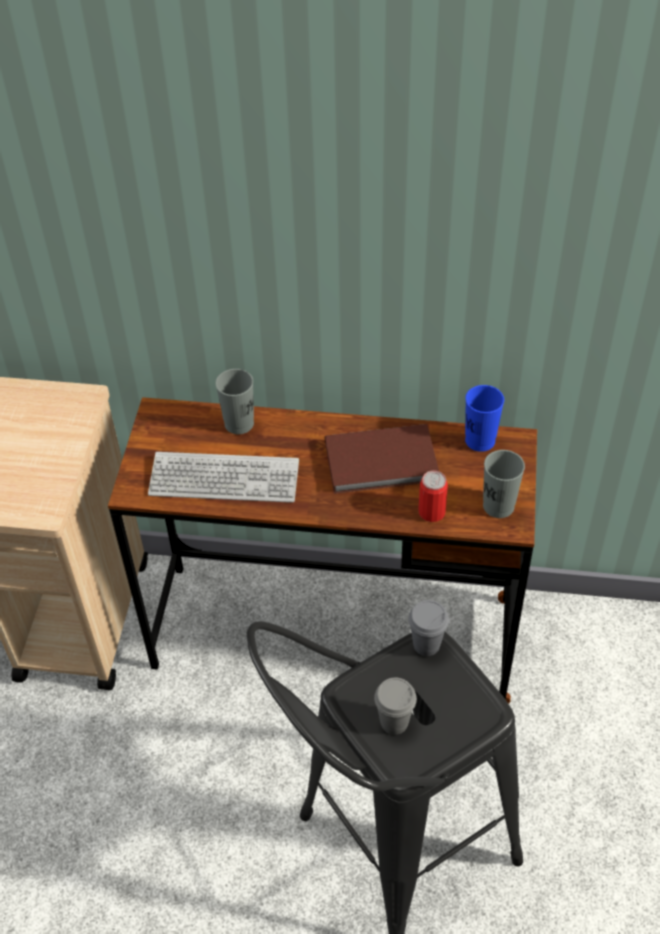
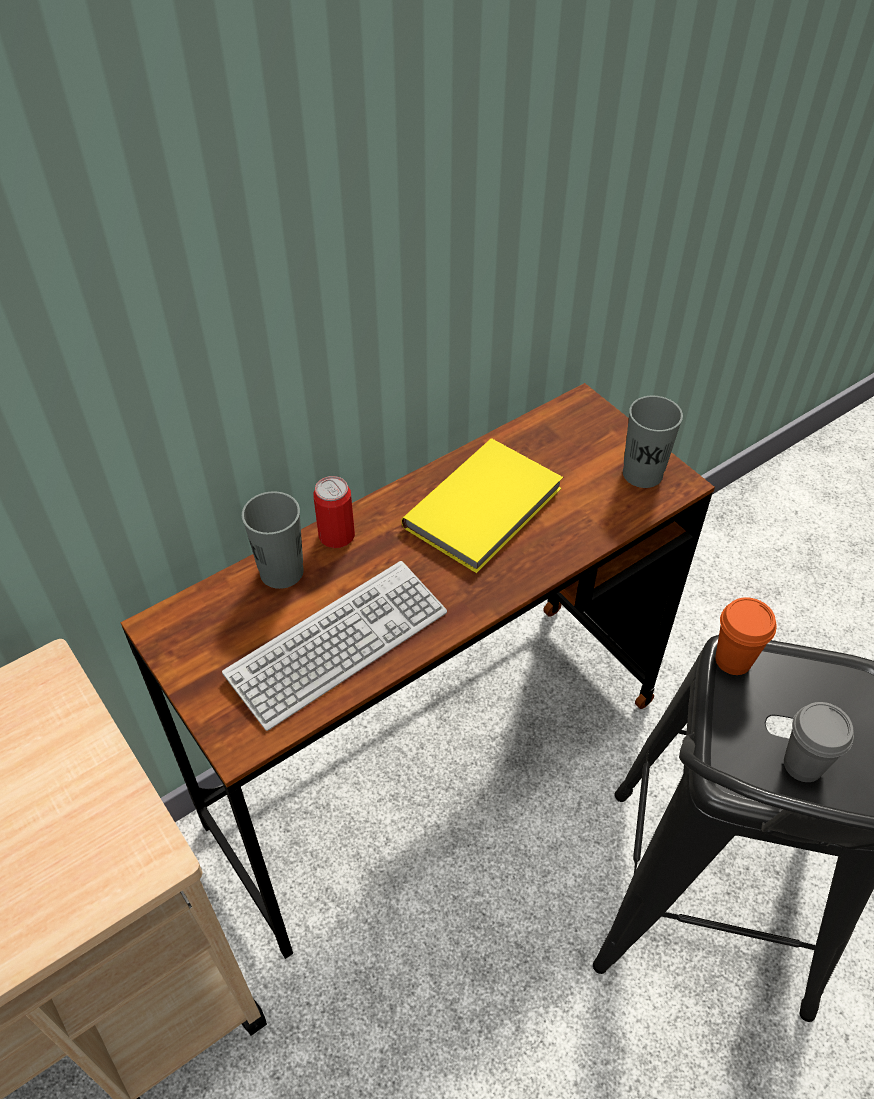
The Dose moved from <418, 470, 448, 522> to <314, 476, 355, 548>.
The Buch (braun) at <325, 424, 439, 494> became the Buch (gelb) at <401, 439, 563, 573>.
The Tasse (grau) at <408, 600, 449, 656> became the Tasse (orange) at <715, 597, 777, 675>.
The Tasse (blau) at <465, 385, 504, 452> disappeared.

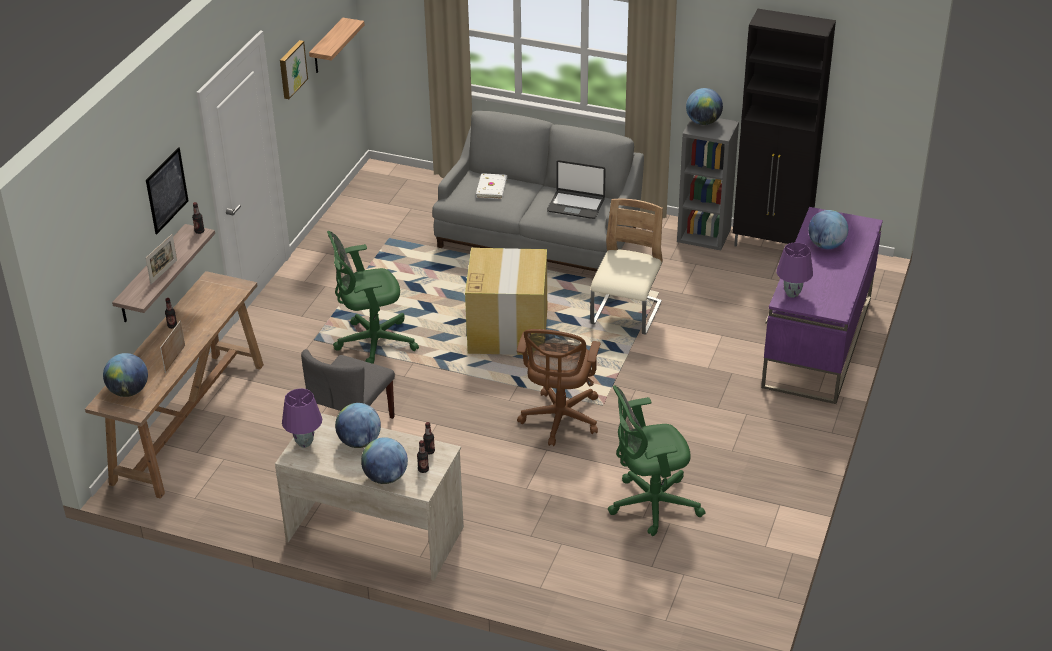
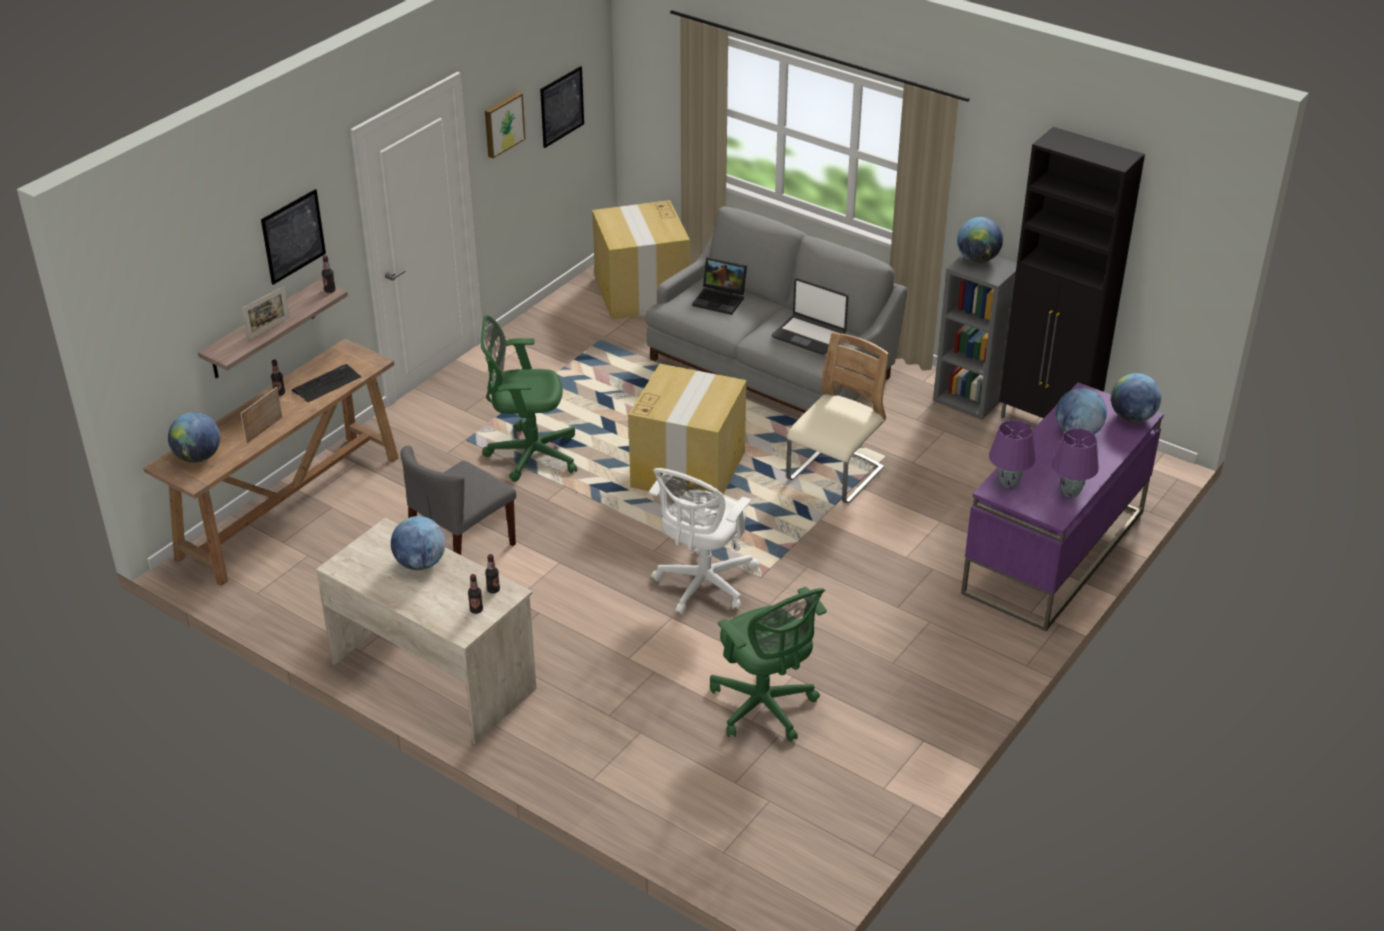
The Tastatur at <292, 364, 361, 402> appeared.
The Wandregal at <309, 18, 365, 73> was replaced by the Bild at <540, 66, 584, 148>.
The Karton at <592, 200, 690, 320> appeared.
The Bürostuhl (braun) at <517, 329, 601, 446> became the Bürostuhl (weiß) at <649, 468, 759, 615>.
The Buch (weiß) at <476, 173, 507, 199> was replaced by the Laptop at <692, 257, 747, 315>.
The Bürostuhl (grün) at <608, 385, 706, 536> turned 120 degrees counterclockwise.
The Tischlampe (lila) moved from <282, 389, 322, 448> to <1052, 428, 1099, 498>.
The Globus moved from <361, 437, 408, 484> to <1111, 373, 1161, 422>.

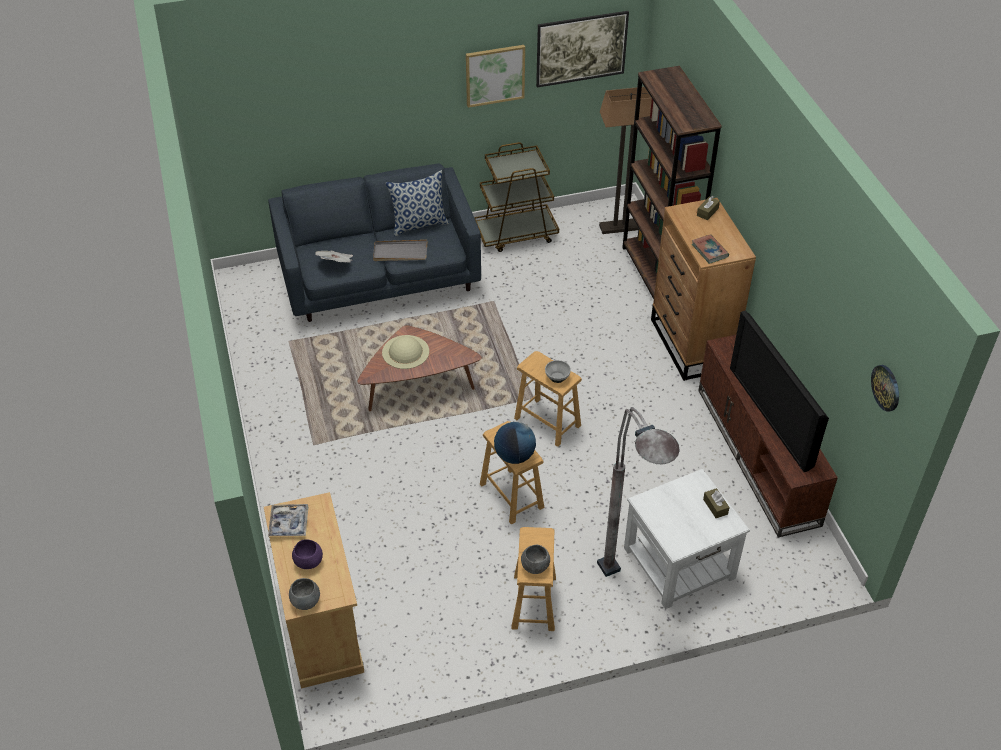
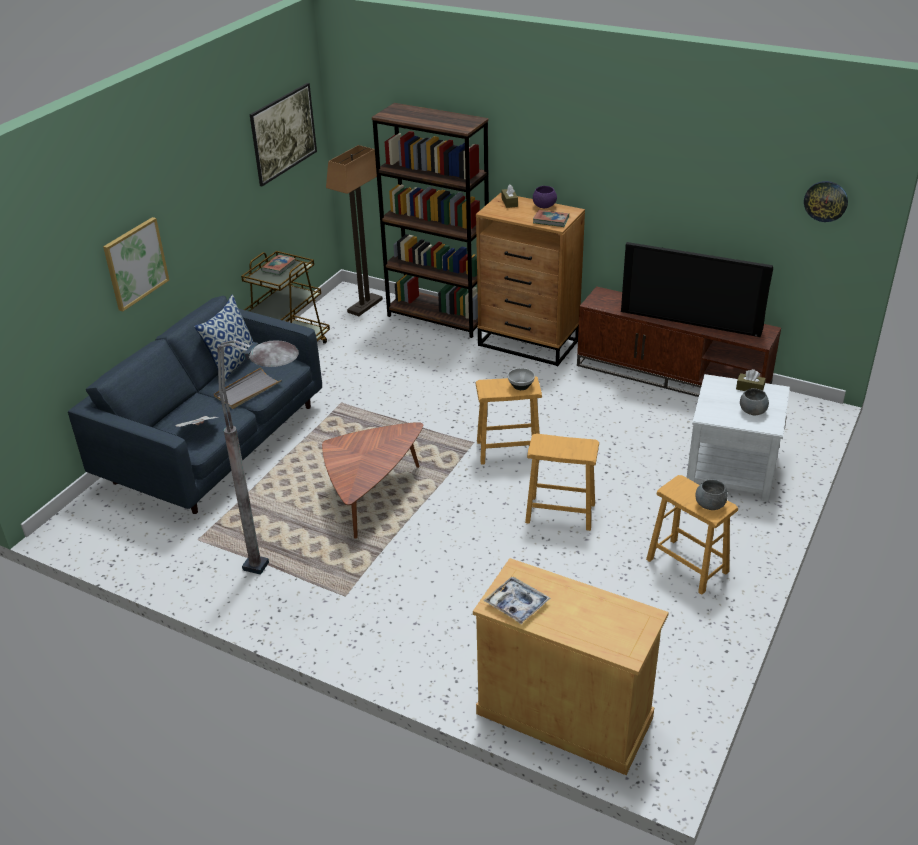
The Bild moved from <466, 45, 525, 108> to <103, 217, 169, 311>.
The Stehlampe (grau) moved from <597, 407, 680, 577> to <217, 340, 299, 575>.
The Buch at <261, 255, 296, 275> appeared.
The Schüssel (lila) moved from <292, 539, 323, 569> to <533, 186, 557, 208>.
The Schüssel (grau) moved from <289, 578, 320, 610> to <740, 388, 769, 415>.
The Hut (beige) at <382, 335, 429, 369> disappeared.
The Globus at <494, 422, 536, 464> disappeared.

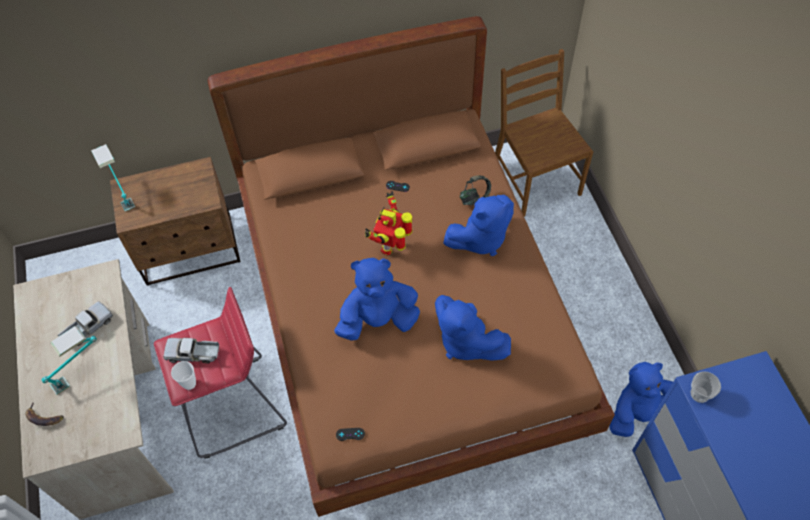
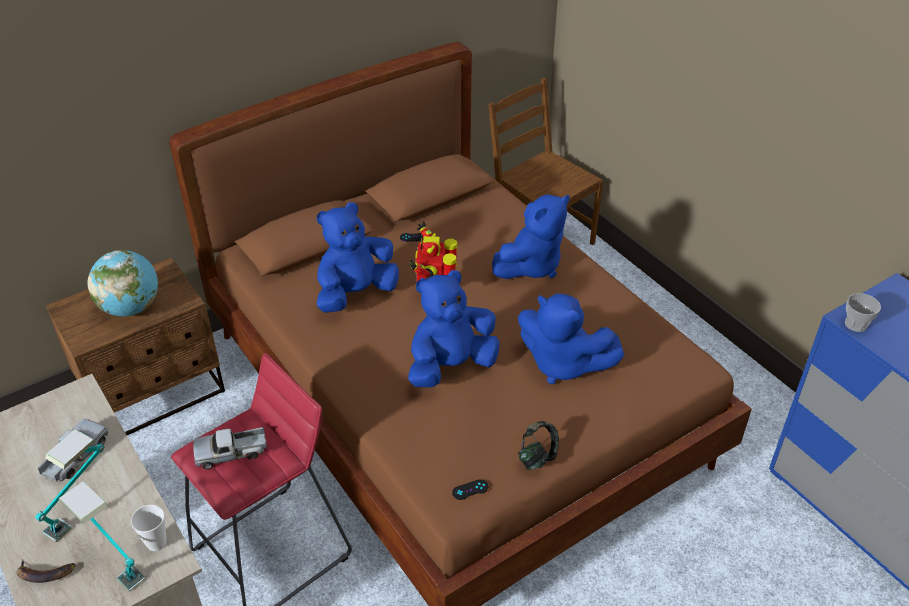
The Tischlampe moved from <91, 144, 135, 211> to <59, 481, 146, 591>.
The Globus at <88, 250, 158, 317> appeared.
The Tasse moved from <171, 361, 196, 390> to <131, 505, 167, 551>.
The Plüschtier (blau) moved from <609, 362, 673, 437> to <317, 202, 399, 313>.
The Kopfhörer moved from <460, 175, 491, 205> to <518, 421, 559, 470>.

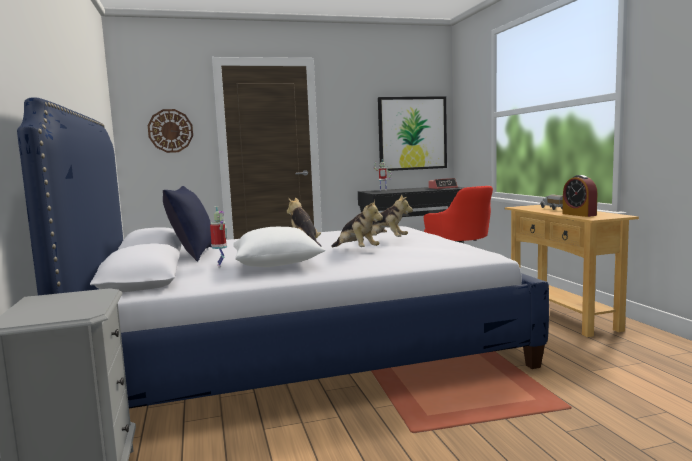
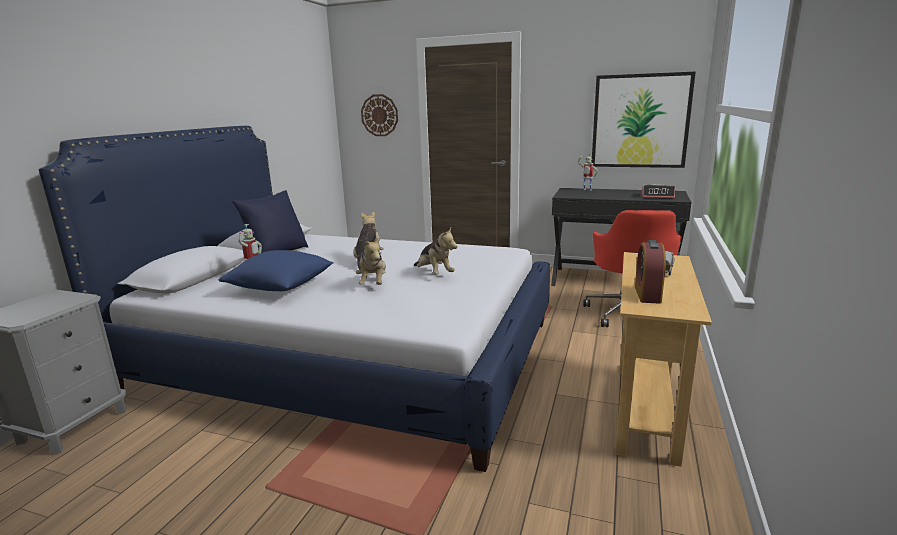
The Kissen (weiß) at <233, 227, 325, 267> became the Kissen (blau) at <219, 250, 334, 291>.

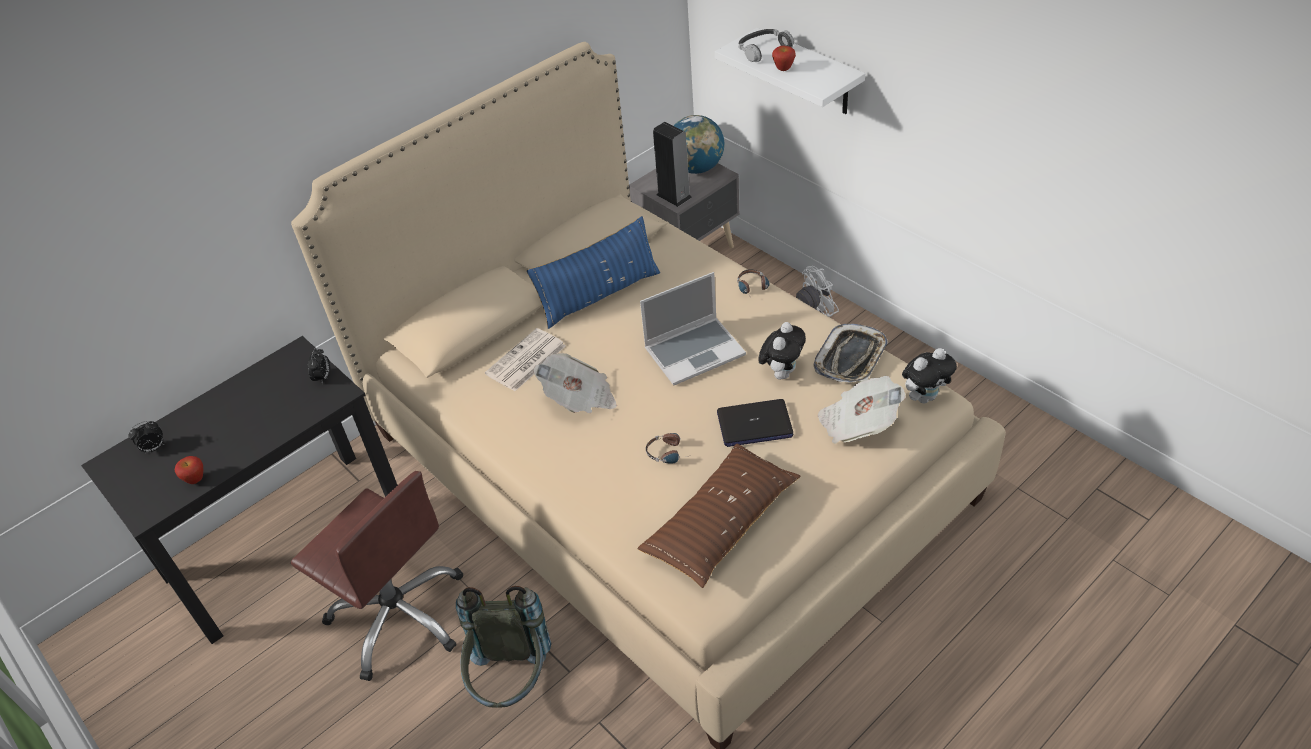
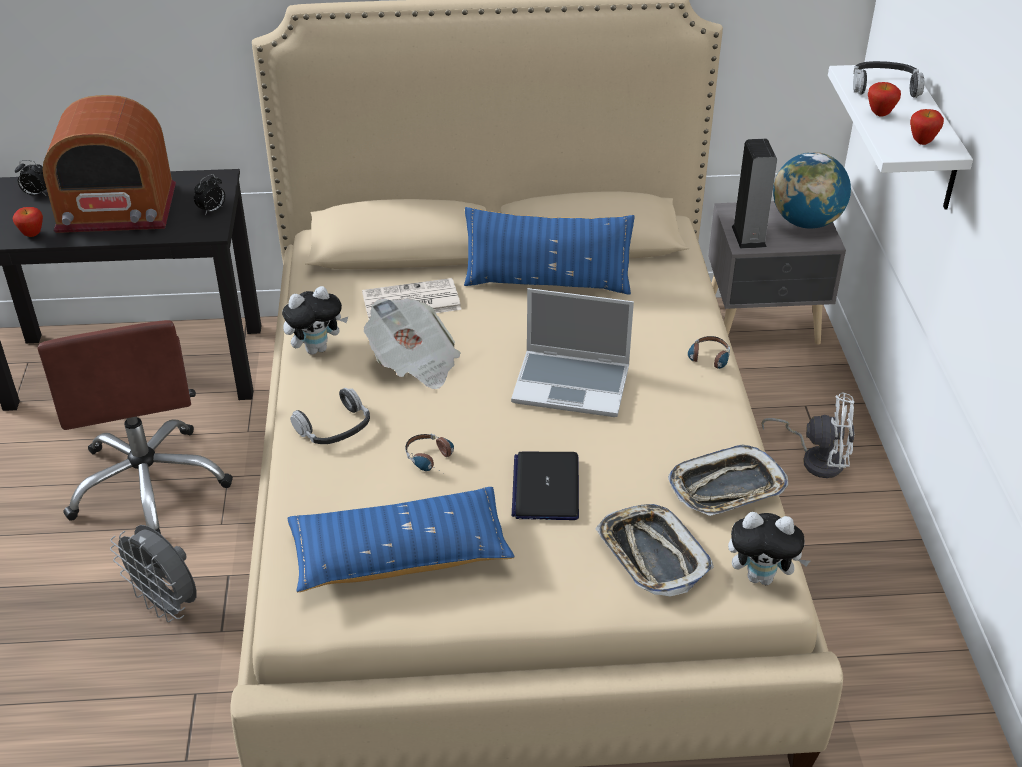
The Radio at <43, 95, 176, 233> appeared.
The Rucksack (grau) at <456, 586, 551, 708> was replaced by the Ventilator (grau) at <110, 525, 197, 622>.
The Plüschtier moved from <758, 322, 806, 380> to <282, 286, 348, 354>.
The Kissen (braun) at <637, 443, 801, 588> became the Kissen (blau) at <287, 487, 515, 592>.
The Kopfhörer at <290, 388, 370, 444> appeared.
The Laptop at <717, 399, 793, 447> turned 60 degrees clockwise.
The Zeitung at <817, 376, 906, 444> was replaced by the Tablett at <595, 504, 714, 596>.
The Apfel at <910, 109, 944, 145> appeared.

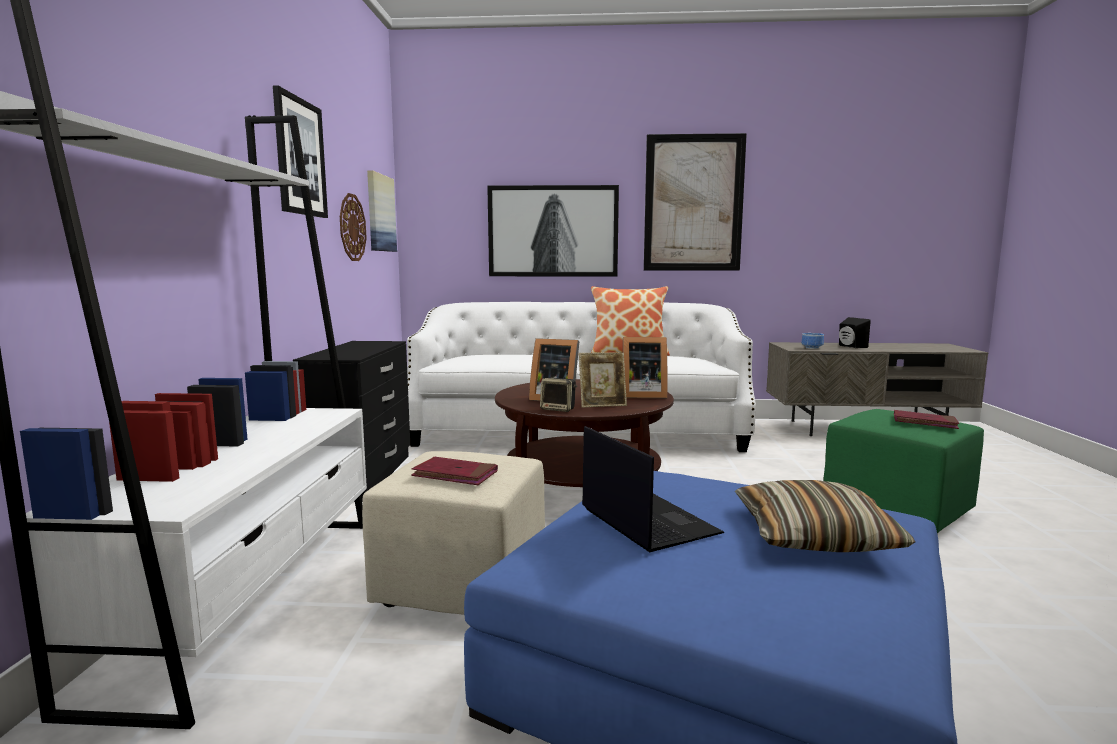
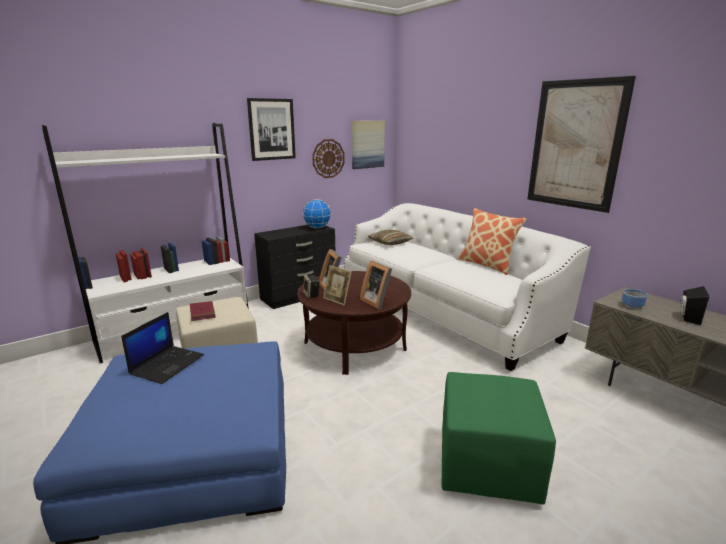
The Globus at <302, 199, 331, 228> appeared.
The Kissen moved from <735, 480, 915, 552> to <368, 230, 413, 245>.
The Bild at <487, 185, 619, 276> disappeared.
The Buch (rot) at <894, 410, 960, 429> disappeared.

